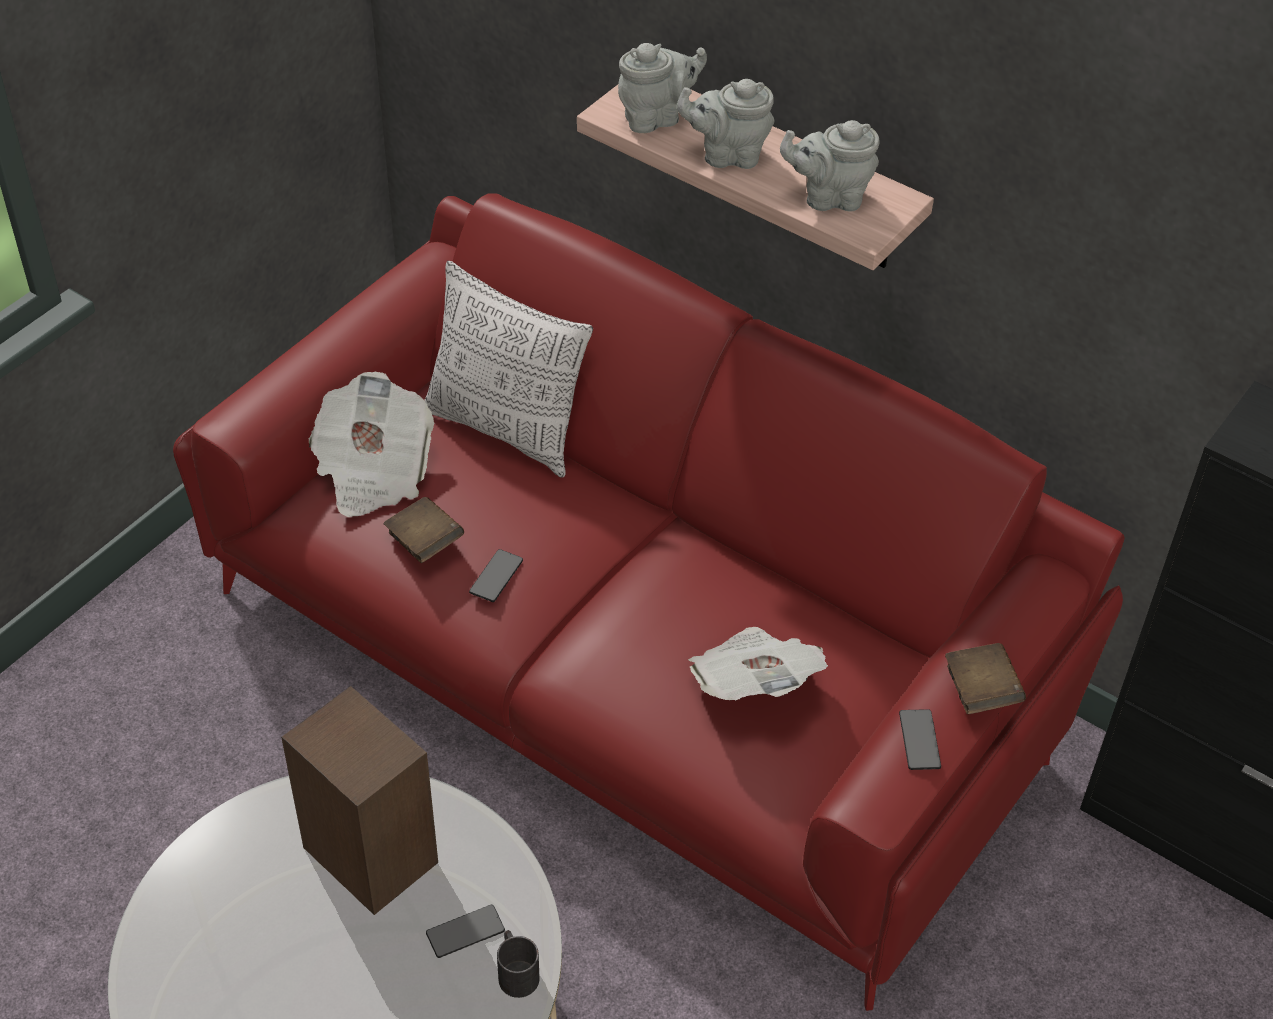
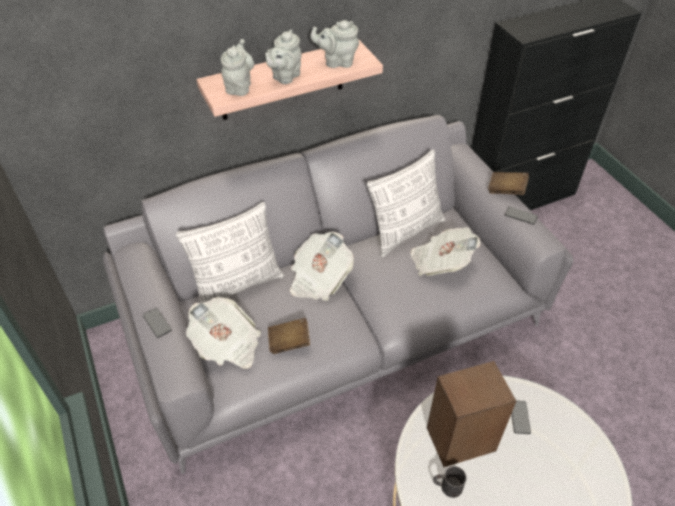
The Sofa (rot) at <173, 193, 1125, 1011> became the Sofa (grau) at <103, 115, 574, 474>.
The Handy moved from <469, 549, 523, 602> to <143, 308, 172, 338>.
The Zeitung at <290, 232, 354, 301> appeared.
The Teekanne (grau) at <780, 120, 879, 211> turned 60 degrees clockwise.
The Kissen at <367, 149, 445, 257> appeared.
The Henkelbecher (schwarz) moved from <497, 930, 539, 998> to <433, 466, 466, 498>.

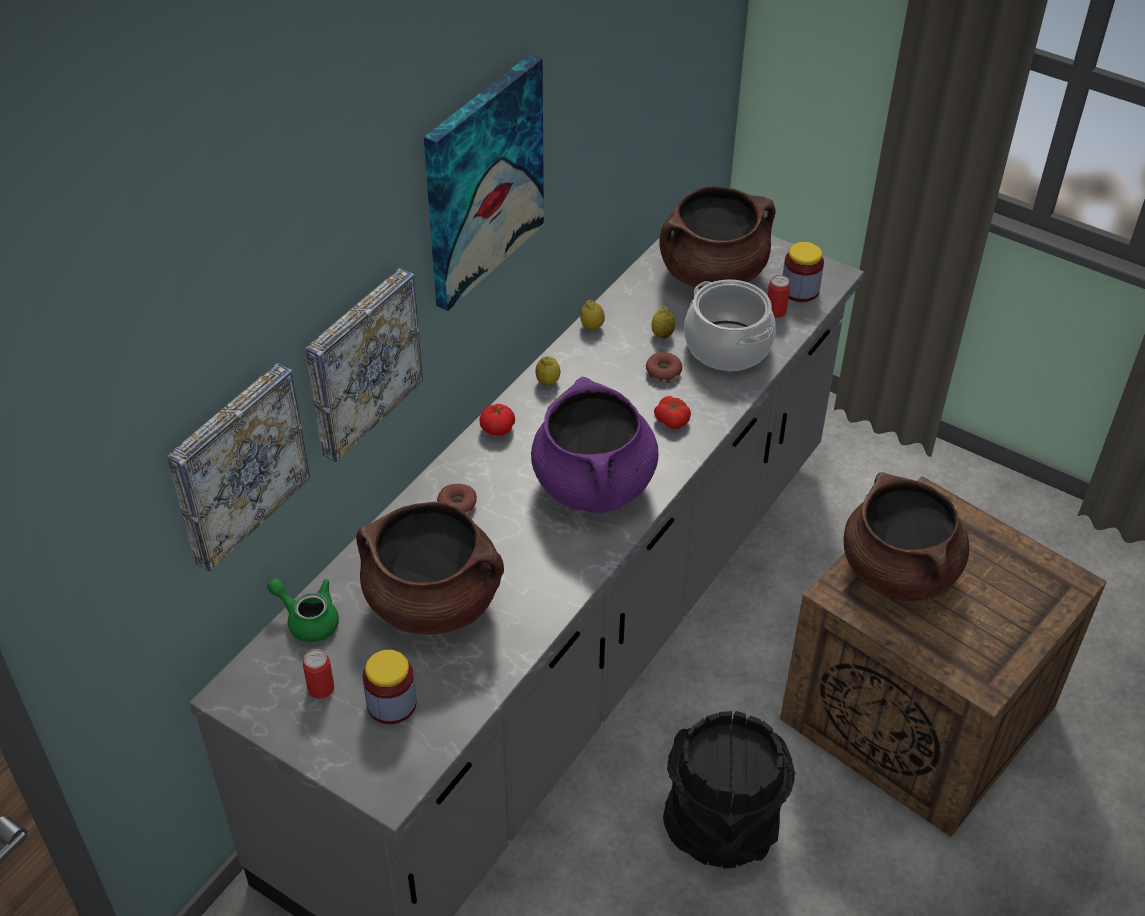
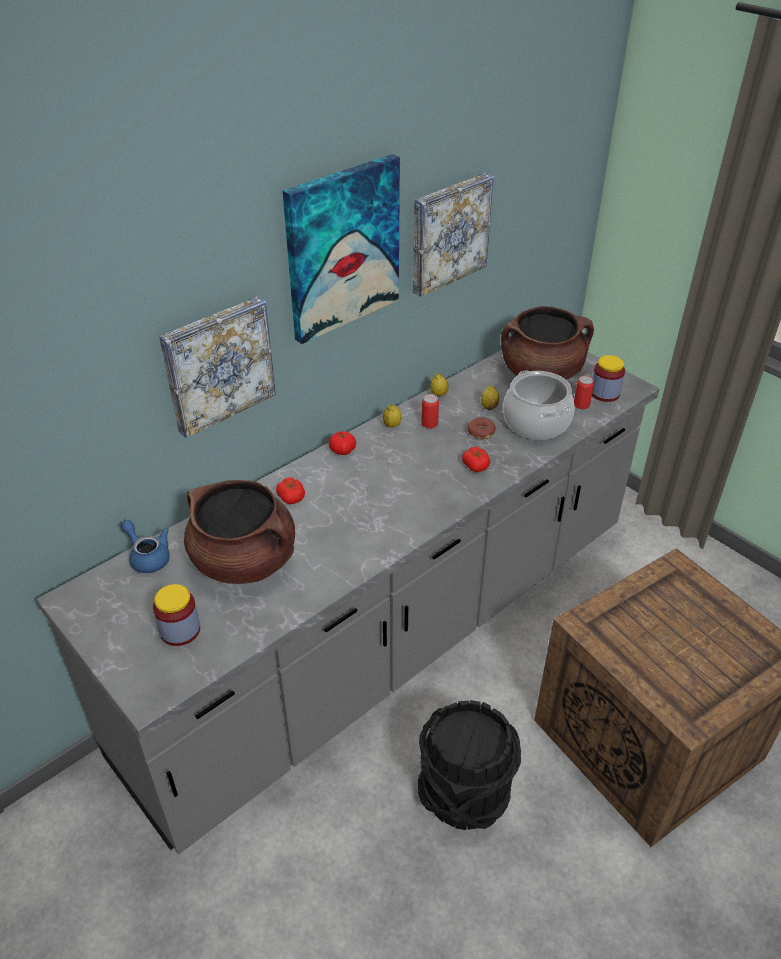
The Teekanne (grün) at <267, 578, 339, 642> became the Teekanne (blau) at <121, 520, 170, 573>.
The Donut at <437, 484, 477, 514> was replaced by the Tomate at <276, 477, 305, 504>.
The Bild moved from <167, 363, 310, 572> to <413, 173, 494, 297>.
The Dose moved from <303, 649, 334, 699> to <421, 394, 439, 429>.
The Kochtopf (lila) at <531, 377, 658, 513> disappeared.
The Kochtopf (braun) at <844, 472, 969, 601> disappeared.

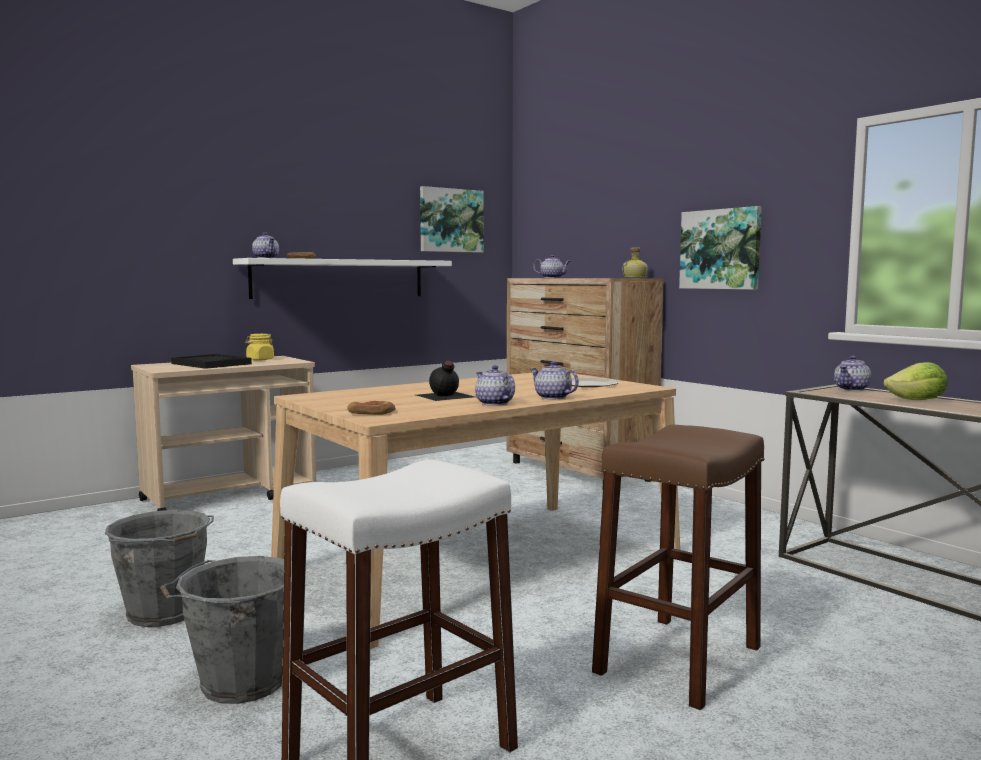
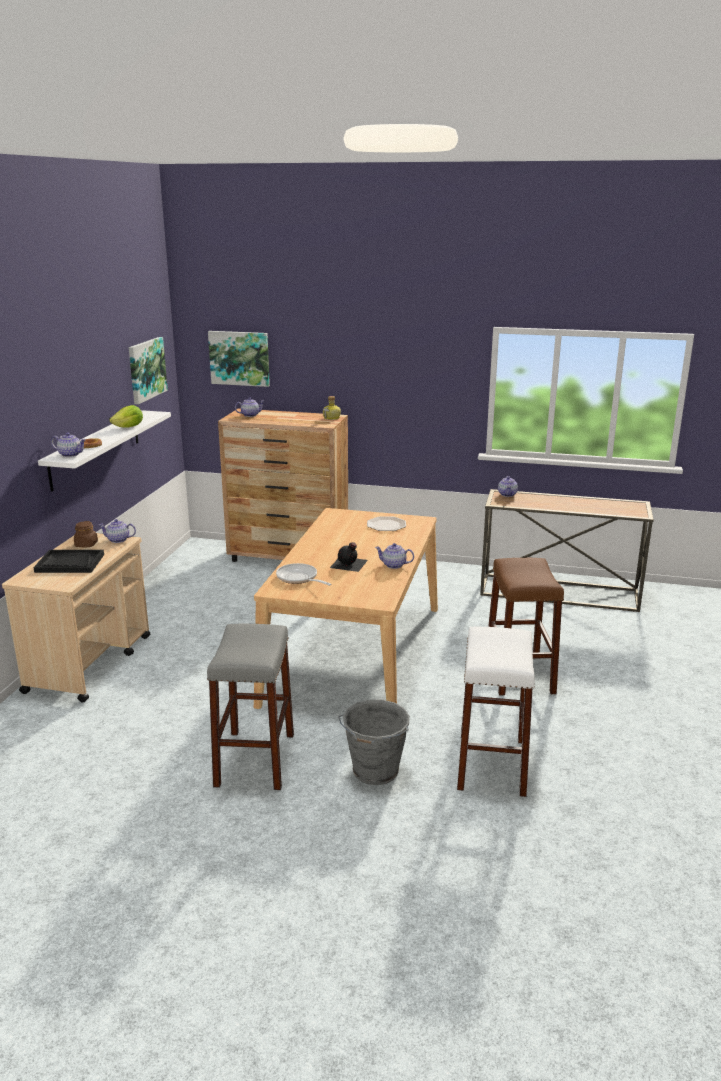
The Vorratsglas (gelb) at <245, 334, 274, 361> became the Vorratsglas (braun) at <74, 521, 98, 547>.
The Teekanne moved from <530, 361, 579, 399> to <98, 519, 136, 543>.
The Salatkopf moved from <883, 362, 948, 400> to <110, 405, 143, 427>.
The Eimer (grau) at <105, 510, 214, 627> was replaced by the Hocker (grau) at <207, 624, 294, 790>.
The Bild moved from <679, 206, 762, 290> to <208, 331, 270, 387>.
The Pfanne at <276, 563, 332, 586> appeared.
The Brot at <347, 401, 396, 415> disappeared.

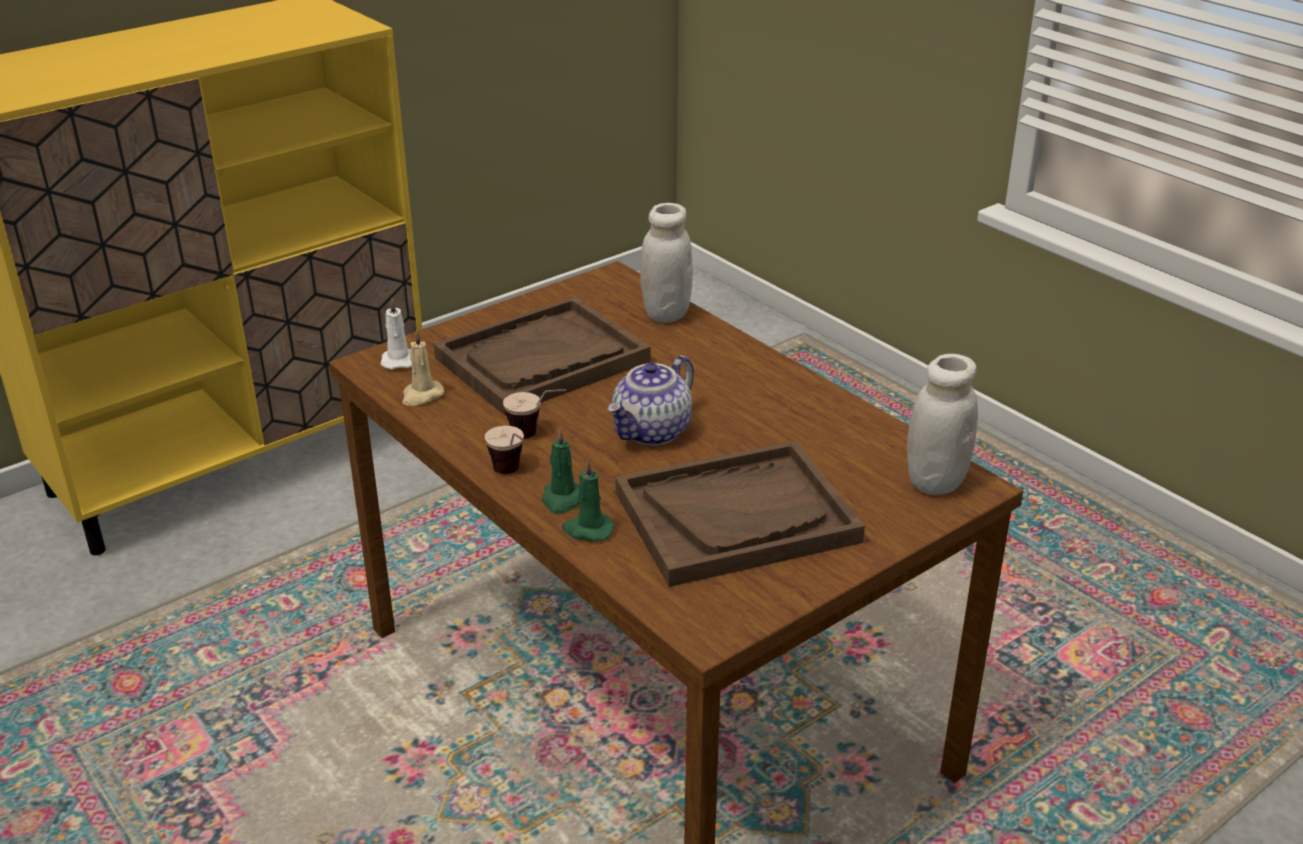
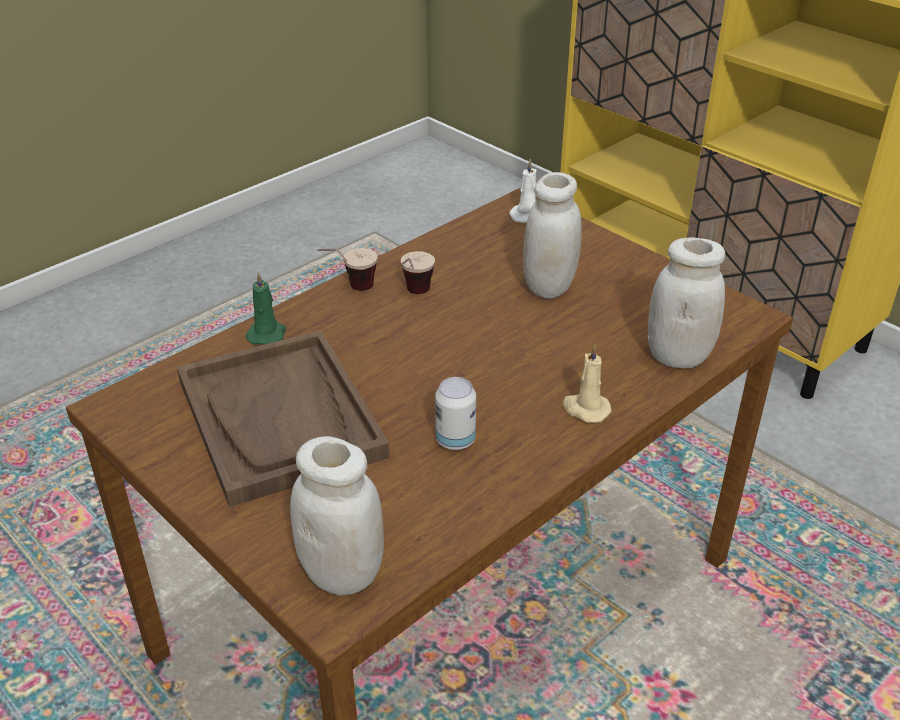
The Dose at <435, 377, 476, 450> appeared.
The Tablett (braun) at <434, 297, 650, 416> was replaced by the Vorratsglas (weiß) at <523, 172, 582, 299>.
The Kerze (beige) moved from <402, 330, 444, 406> to <563, 343, 612, 423>.
The Kerze (grün) at <542, 429, 580, 514> disappeared.
The Teekanne at <607, 355, 694, 446> disappeared.

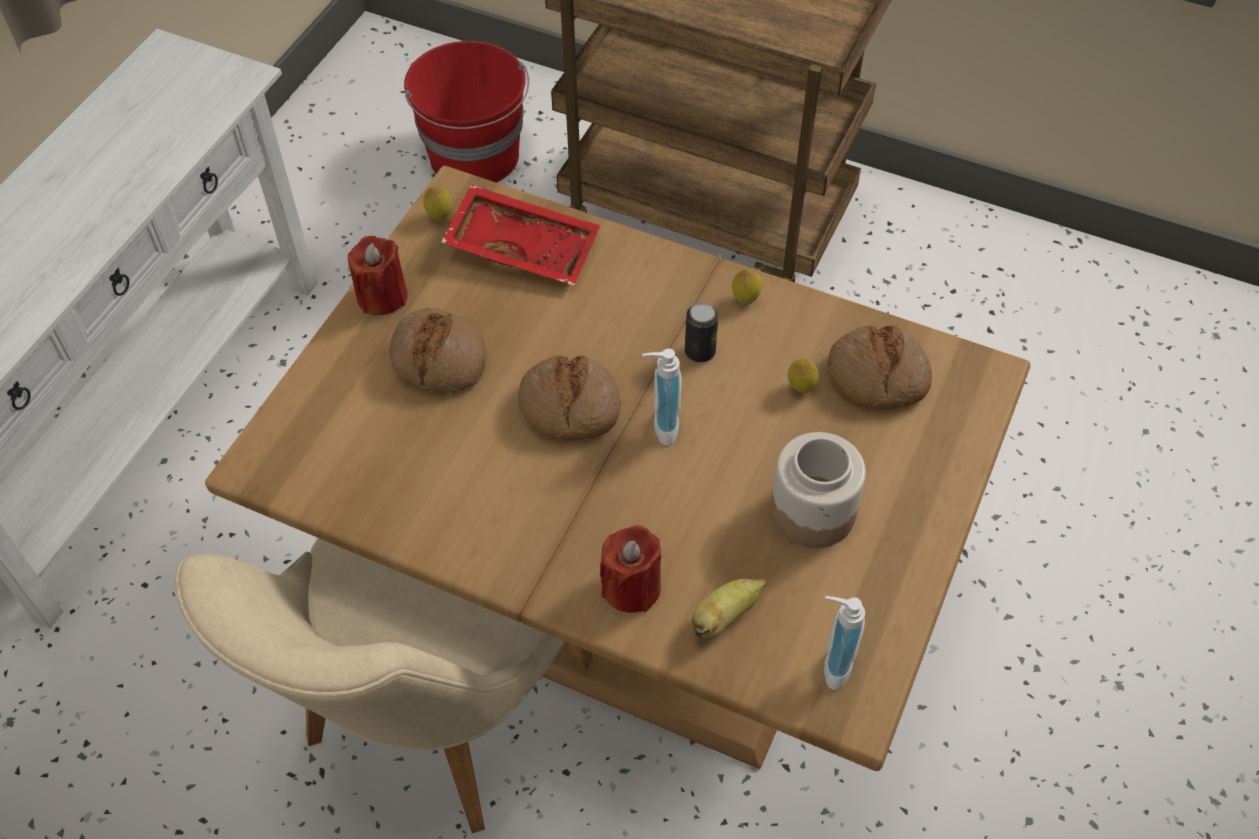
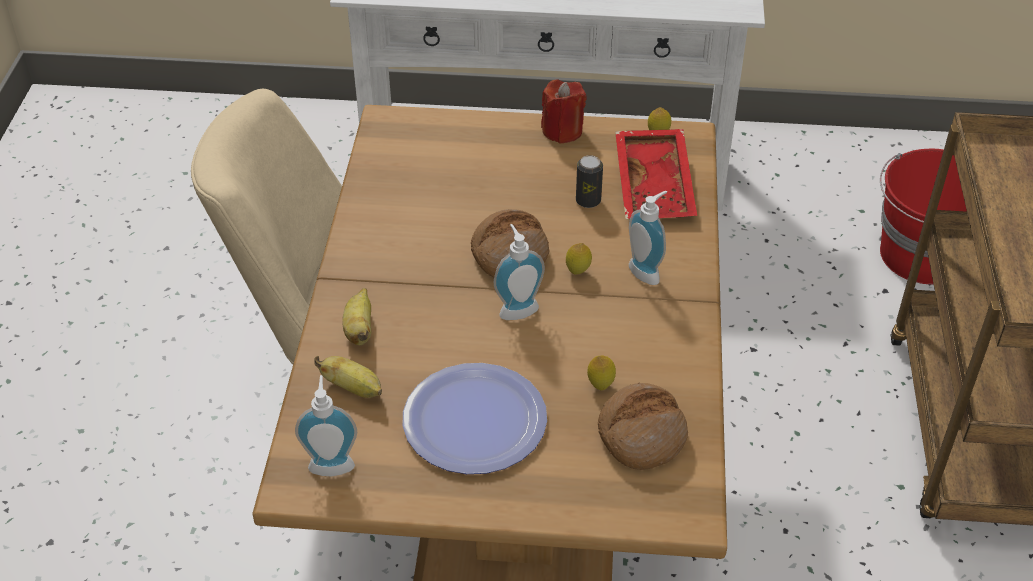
The Kerze (rot) at <600, 525, 662, 613> was replaced by the Banane at <342, 288, 371, 345>.
The Vorratsglas at <770, 432, 866, 548> was replaced by the Teller at <403, 363, 547, 474>.
The Zitrone moved from <732, 269, 762, 305> to <566, 243, 592, 274>.
The Dose moved from <685, 303, 718, 362> to <576, 155, 603, 208>.
The Seifenspender at <629, 191, 667, 285> appeared.
The Brot at <389, 308, 486, 393> disappeared.

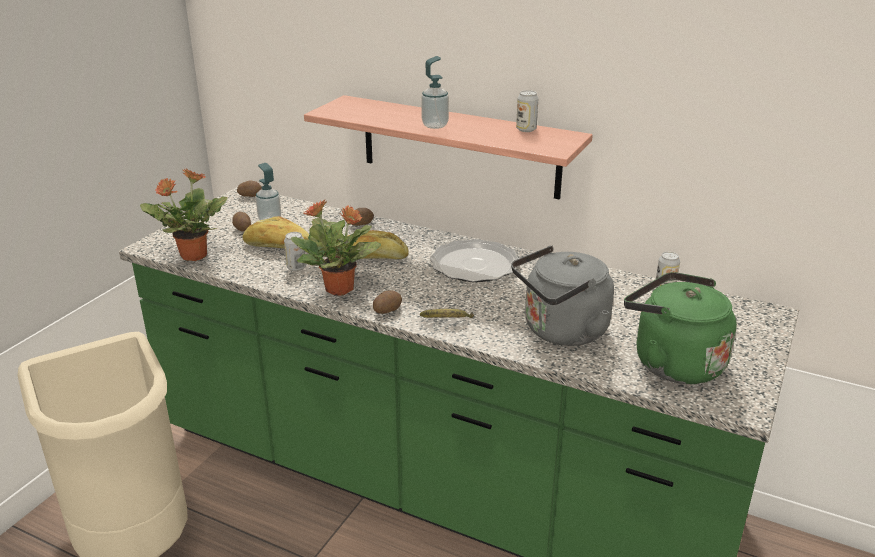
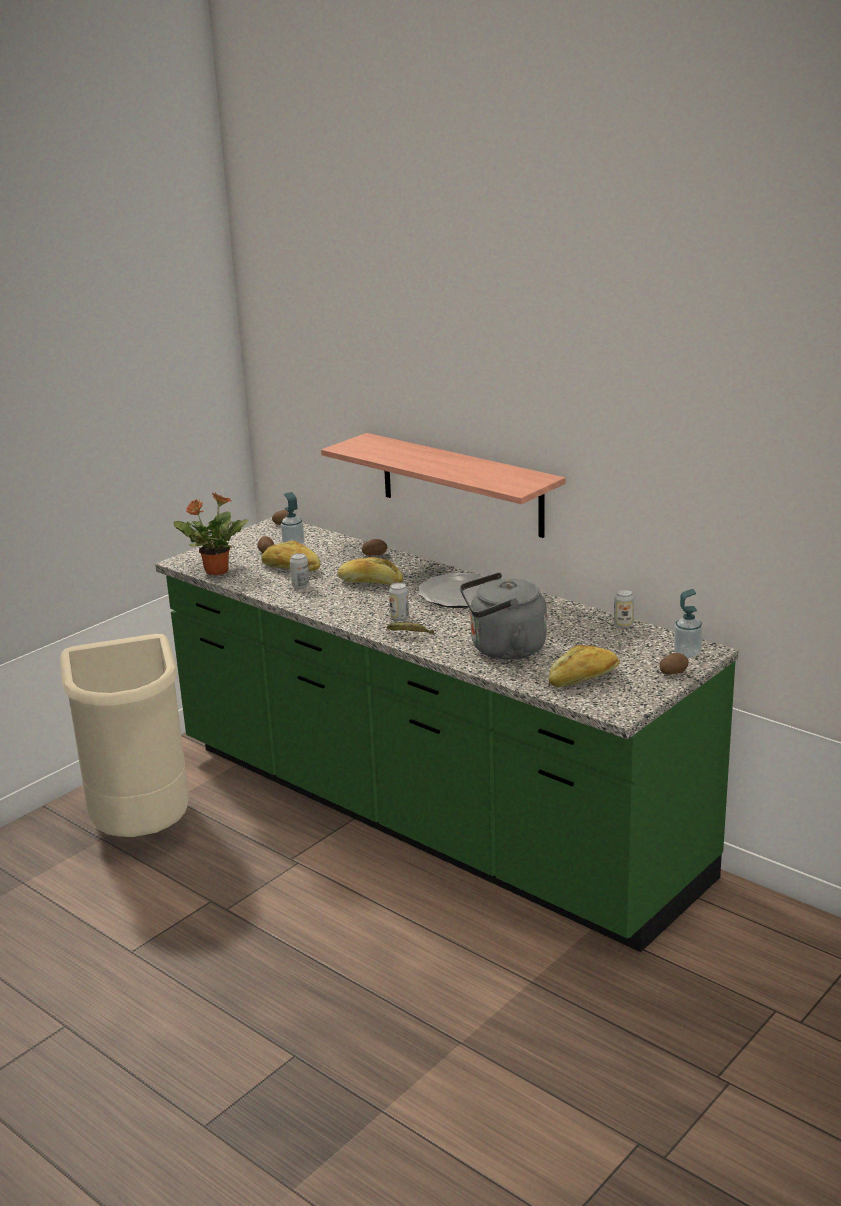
The Dose moved from <516, 90, 538, 132> to <389, 583, 409, 621>.
The Wasserkessel (grün) at <624, 272, 737, 384> was replaced by the Brot at <548, 645, 619, 687>.
The Kartoffel moved from <373, 290, 402, 314> to <660, 653, 689, 675>.
The Seifenspender moved from <421, 56, 449, 129> to <674, 589, 703, 658>.
The Topfpflanze at <291, 199, 381, 296> disappeared.

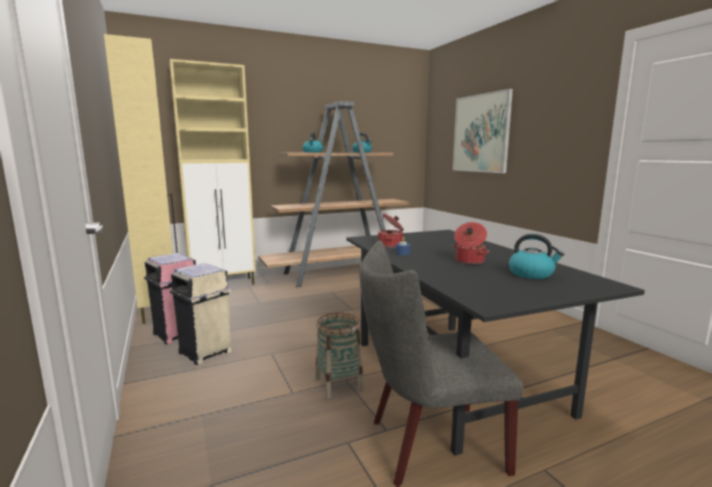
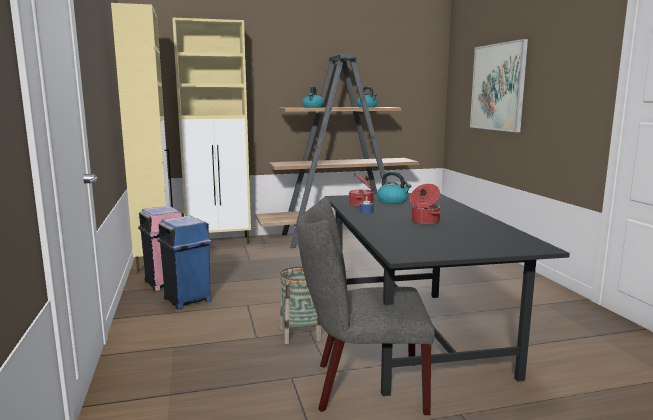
The Mülleimer (beige) at <170, 263, 232, 365> became the Mülleimer (blau) at <157, 216, 212, 309>.
The Wasserkessel moved from <509, 234, 564, 279> to <377, 172, 411, 204>.

